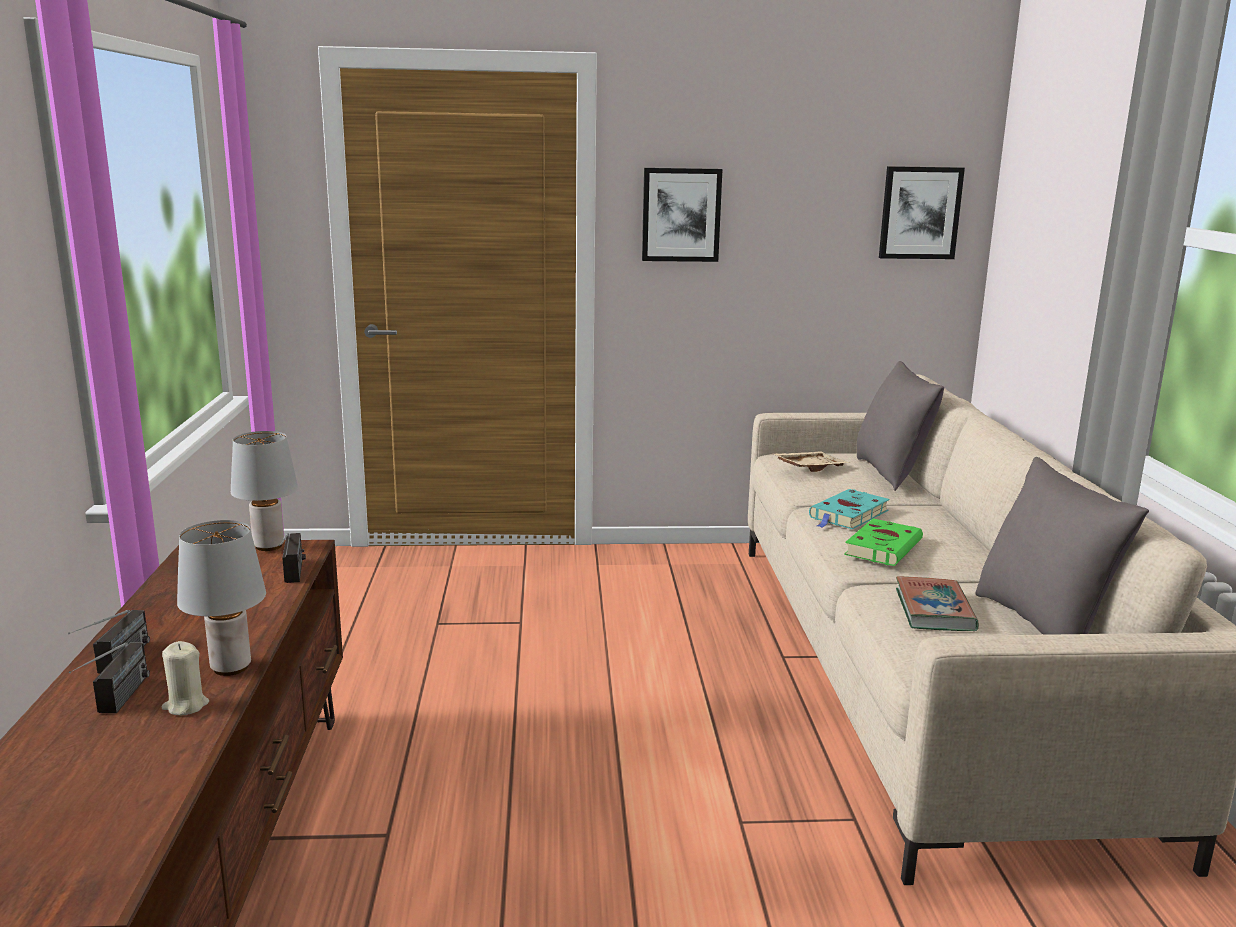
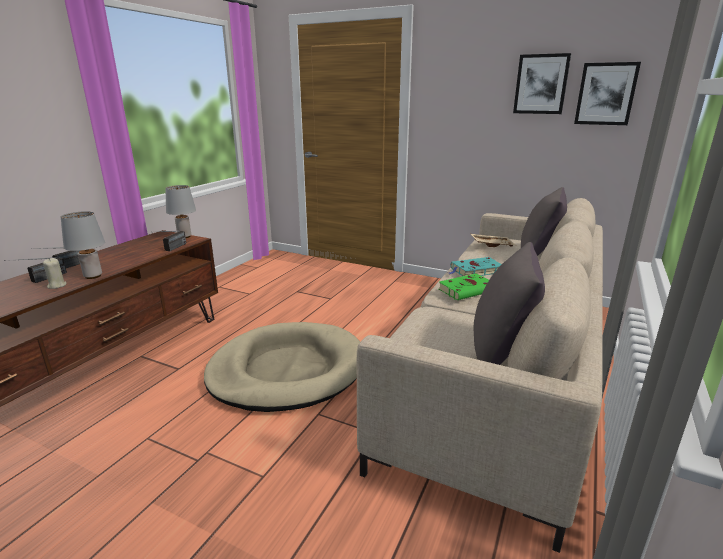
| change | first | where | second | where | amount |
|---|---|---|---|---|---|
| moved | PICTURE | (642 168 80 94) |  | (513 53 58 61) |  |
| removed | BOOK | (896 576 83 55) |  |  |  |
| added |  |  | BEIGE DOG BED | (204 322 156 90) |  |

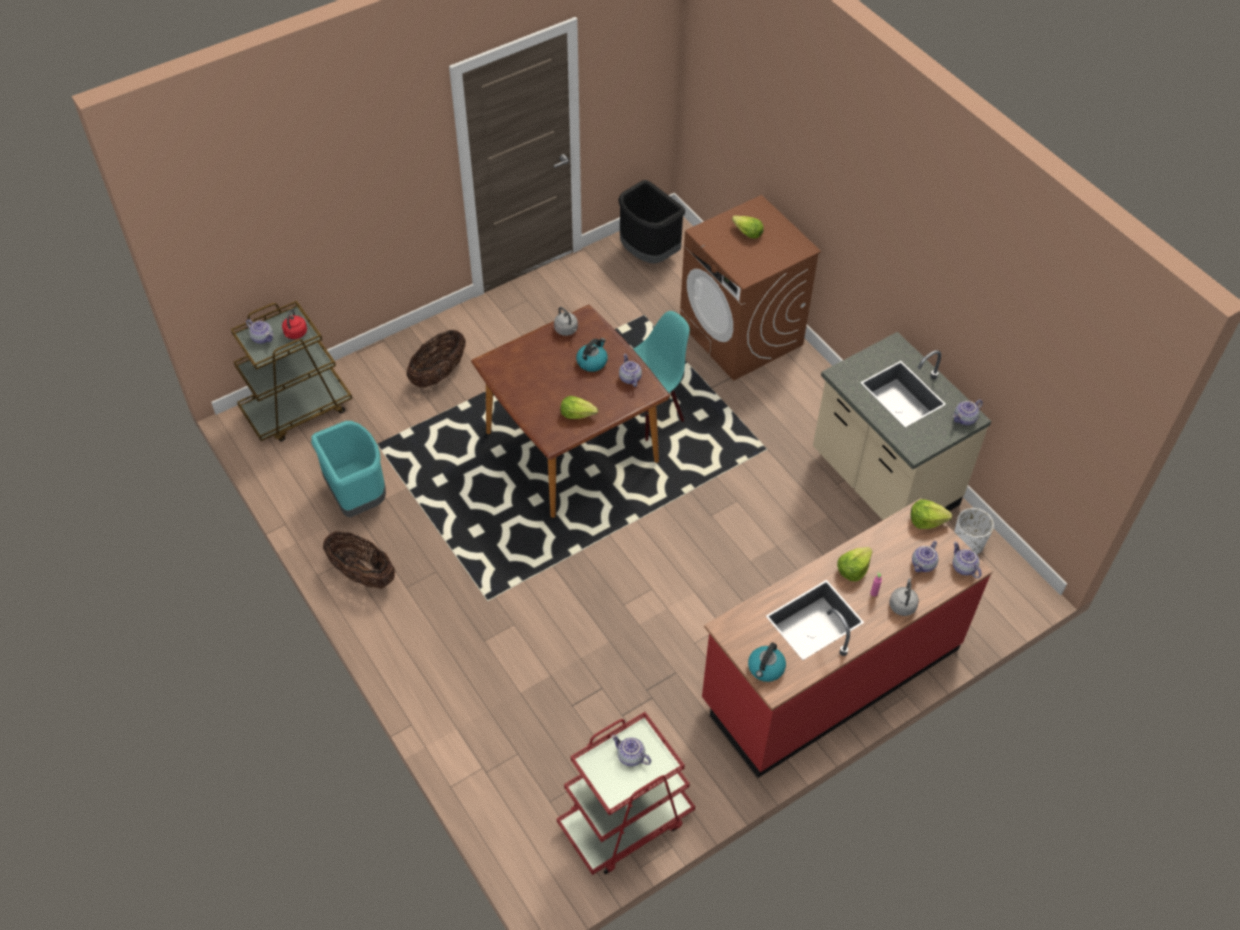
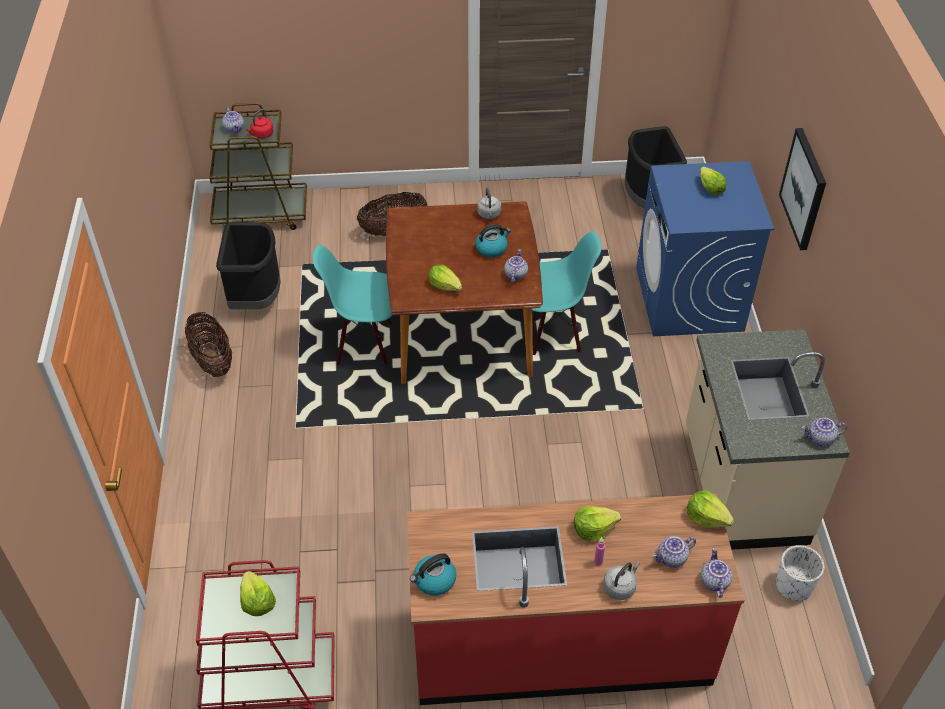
| change | first | where | second | where | amount |
|---|---|---|---|---|---|
| recoloured | TURQUOISE TRASH CAN | (311 421 75 96) | BLACK TRASH CAN | (216 222 65 87) |  |
| replaced | TEAPOT | (612 735 39 31) | LETTUCE | (240 571 36 45) |  |
| recoloured | BROWN WASHING MACHINE | (680 195 141 186) | BLUE WASHING MACHINE | (636 161 138 175) |  |
| added |  |  | TURQUOISE CHAIR | (313 245 80 120) |  |
| added |  |  | PICTURE | (779 128 47 122) |  |

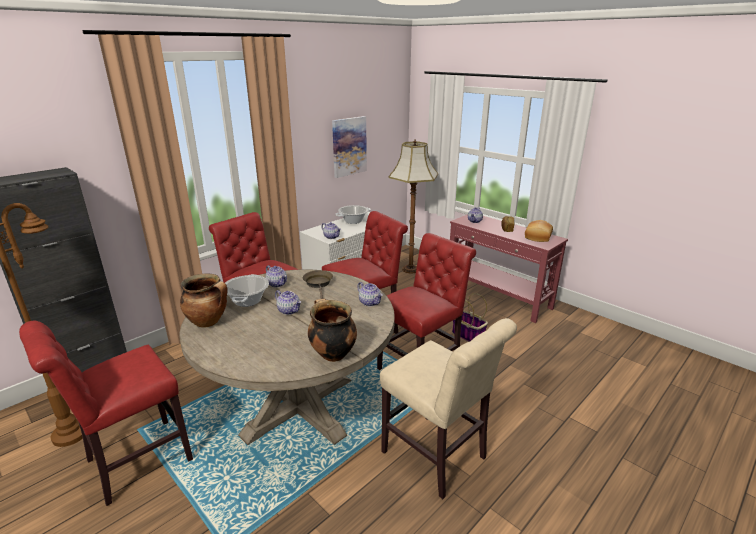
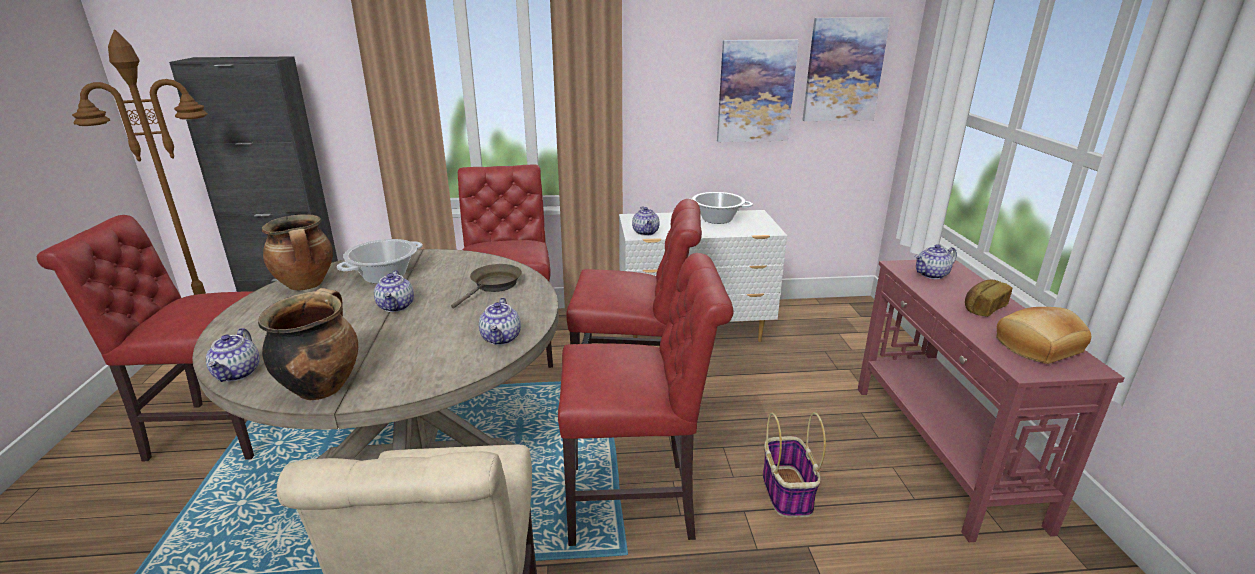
| change | first | where | second | where | amount |
|---|---|---|---|---|---|
| moved | TEAPOT | (266 265 21 22) |  | (206 328 54 54) |  |
| removed | FLOOR LAMP | (389 140 49 134) |  |  |  |
| added |  |  | PICTURE | (803 17 87 104) |  |

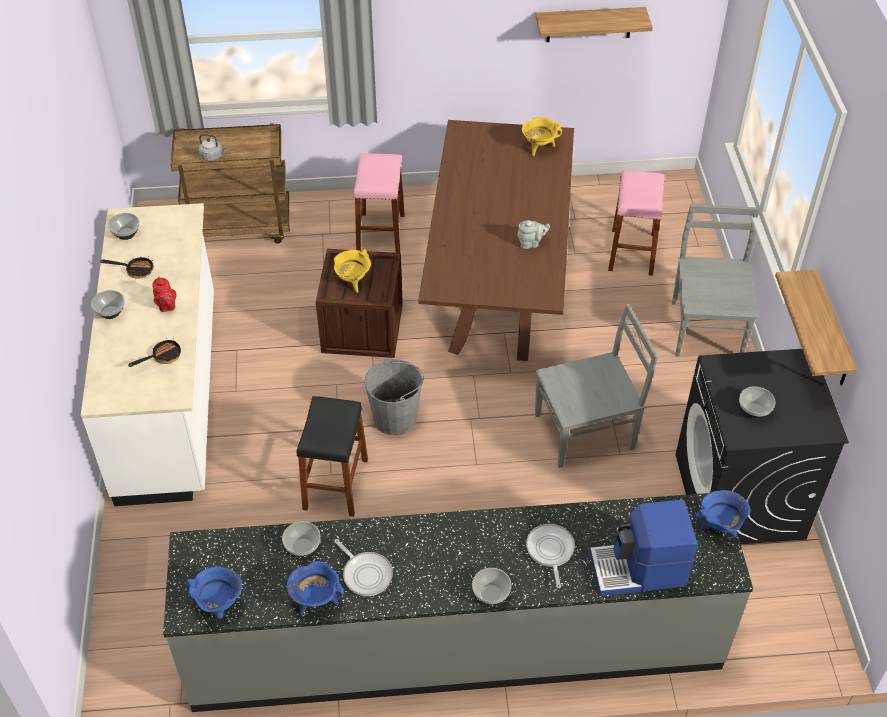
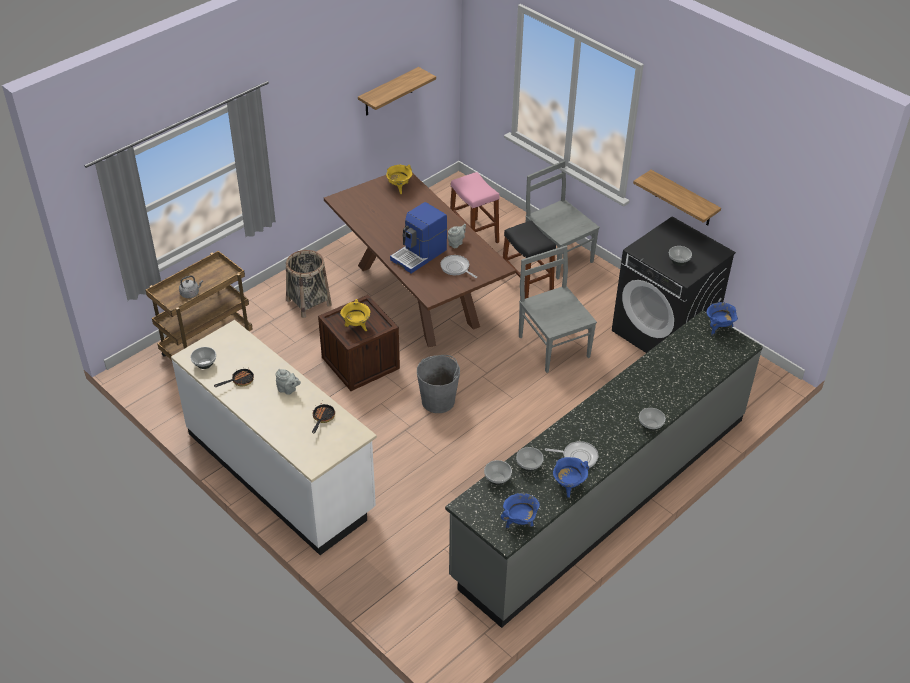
| change | first | where | second | where | amount |
|---|---|---|---|---|---|
| moved | BOWL | (91 290 34 29) |  | (484 460 28 25) |  |
| recoloured | RED TEAPOT | (152 277 25 35) | GREY TEAPOT | (276 369 25 26) |  |
| moved | BLACK STOOL | (297 396 71 121) |  | (503 220 53 79) |  |
| replaced | PINK STOOL | (354 153 51 100) | BASKET | (286 250 46 68) |  |
| moved | FRYING PAN | (526 524 49 64) |  | (440 255 37 23) |  |
| turned | GREY CHAIR | (535 304 123 164) |  | (519 246 78 127) | 60 degrees counterclockwise |
| moved | COFFEE MACHINE | (589 500 108 96) |  | (390 202 57 71) |  |

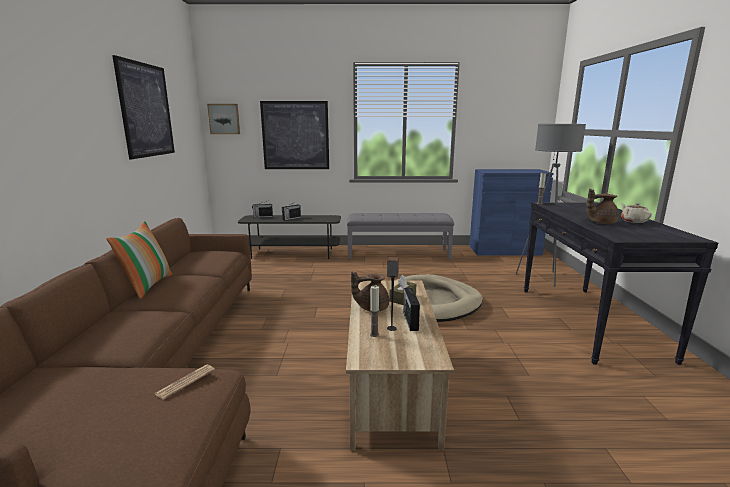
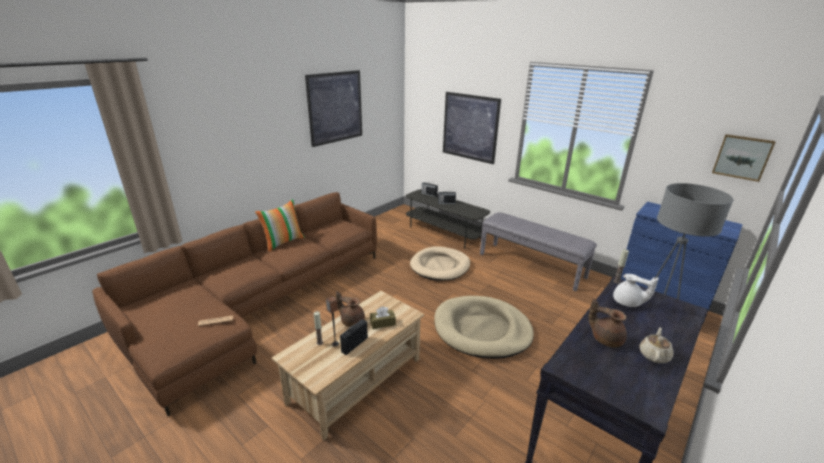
| change | first | where | second | where | amount |
|---|---|---|---|---|---|
| moved | PICTURE | (207 104 33 30) |  | (712 134 64 48) |  |
| added |  |  | BEIGE DOG BED | (410 246 60 35) |  |
| added |  |  | WHITE TEAPOT | (613 274 46 33) |  |

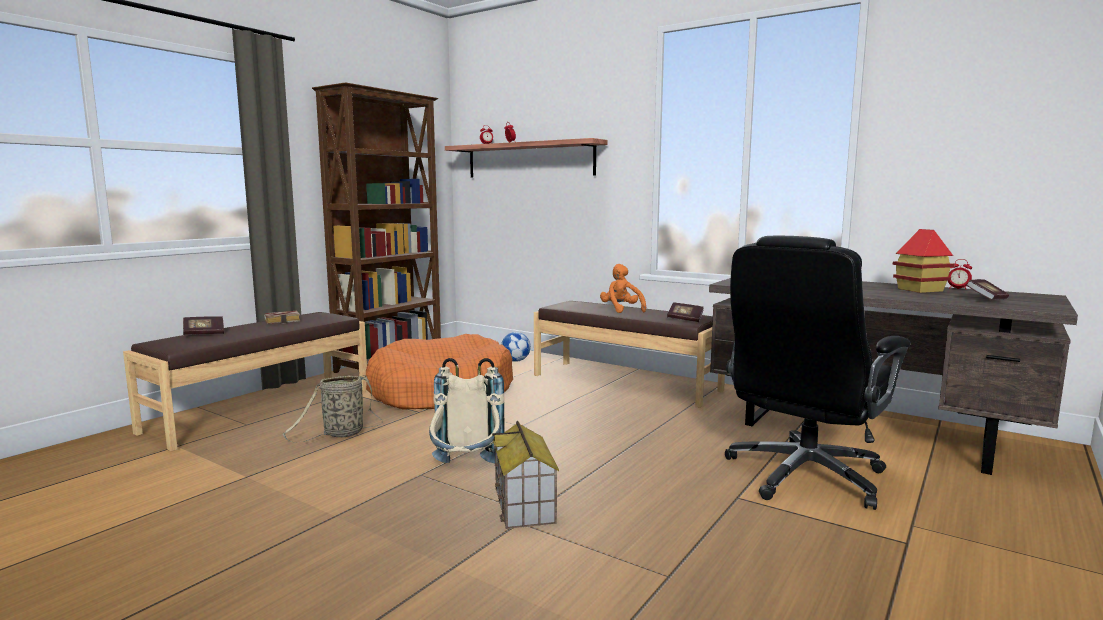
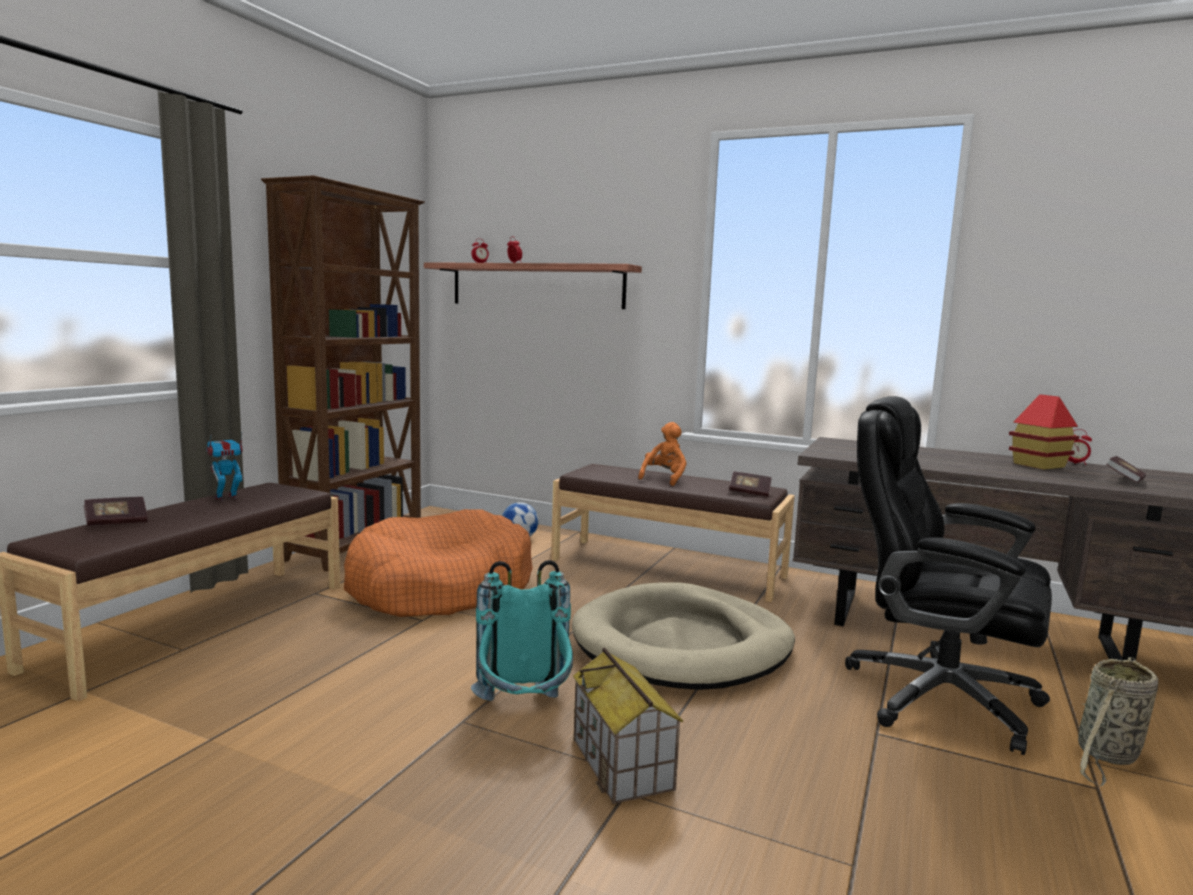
| change | first | where | second | where | amount |
|---|---|---|---|---|---|
| replaced | BOOK | (264 311 37 13) | TOY ROBOT | (206 434 37 67) |  |
| moved | BASKET | (282 375 101 68) |  | (1078 657 80 129) |  |
| recoloured | BEIGE BACKPACK | (429 358 76 105) | TURQUOISE BACKPACK | (471 560 102 141) |  |
| turned | ORANGE PLUSH TOY | (600 264 46 49) |  | (638 422 49 64) | 60 degrees clockwise |
| turned | BLACK OFFICE CHAIR | (725 236 186 274) |  | (845 396 207 359) | 90 degrees clockwise |
| added |  |  | BEIGE DOG BED | (572 583 223 107) |  |

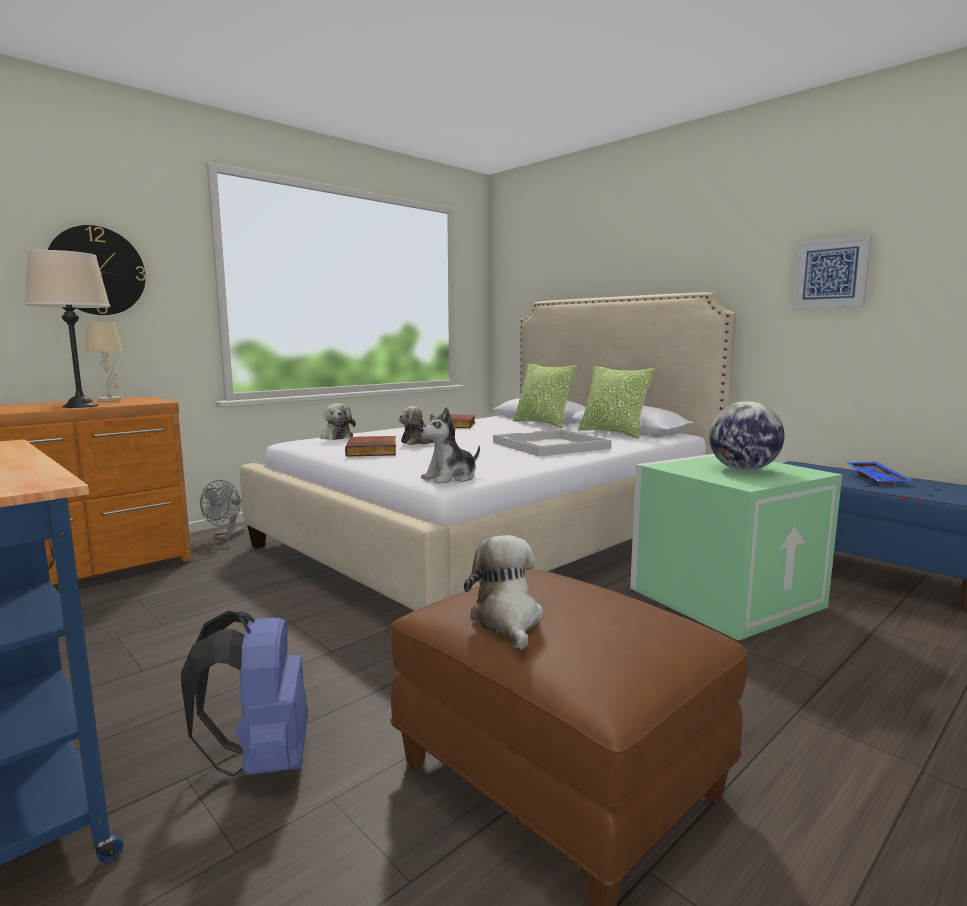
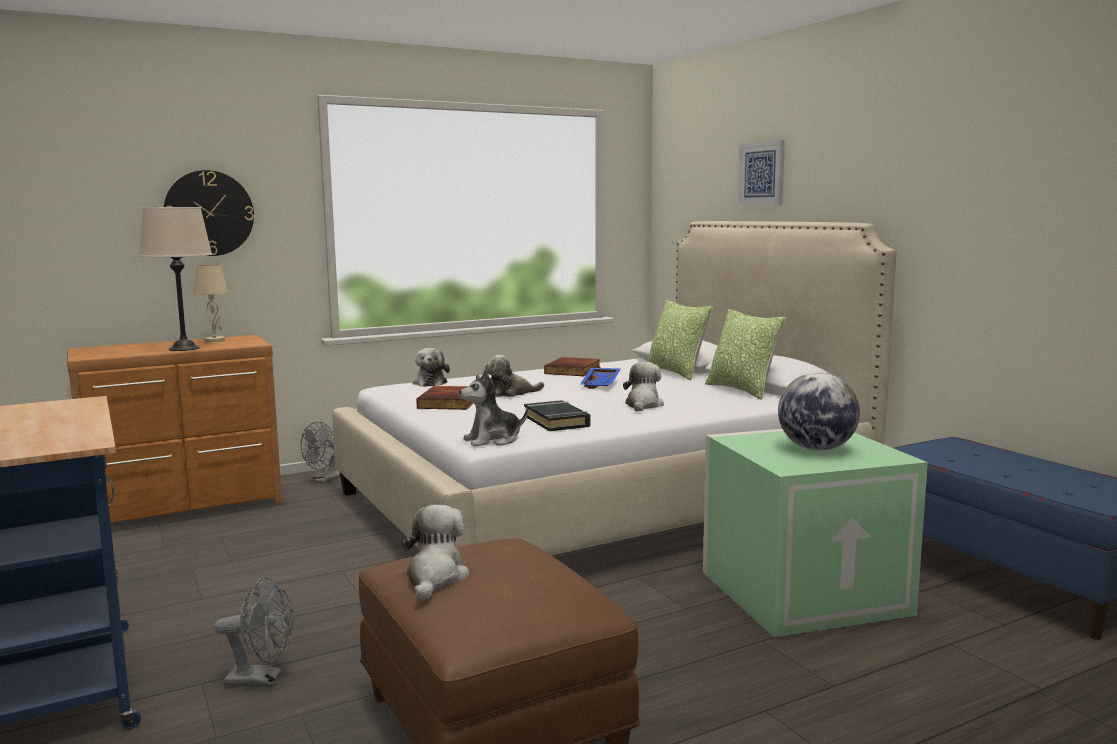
| change | first | where | second | where | amount |
|---|---|---|---|---|---|
| replaced | BLUE BACKPACK | (181 611 127 166) | GREY FAN | (214 577 80 110) |  |
| replaced | WHITE TRAY | (493 429 119 28) | PLUSH TOY | (623 362 41 50) |  |
| moved | PICTURE | (792 235 80 74) |  | (737 140 48 66) |  |
| moved | BLUE TRAY | (845 462 67 23) |  | (580 368 40 21) |  |
| added |  |  | BLACK BOOK | (524 400 66 31) |  |

